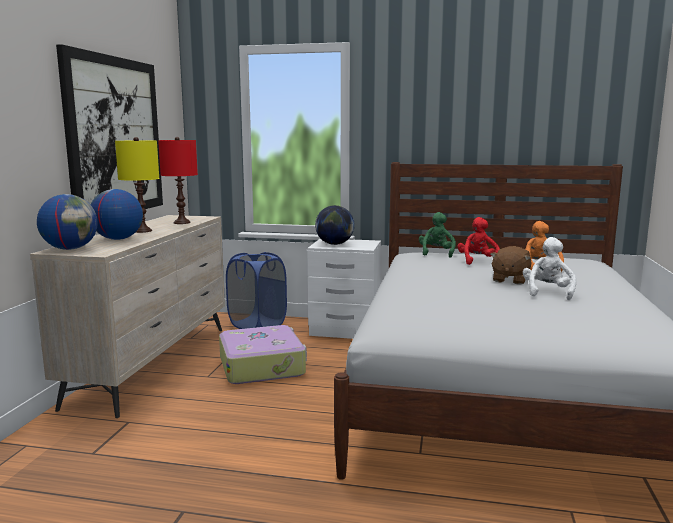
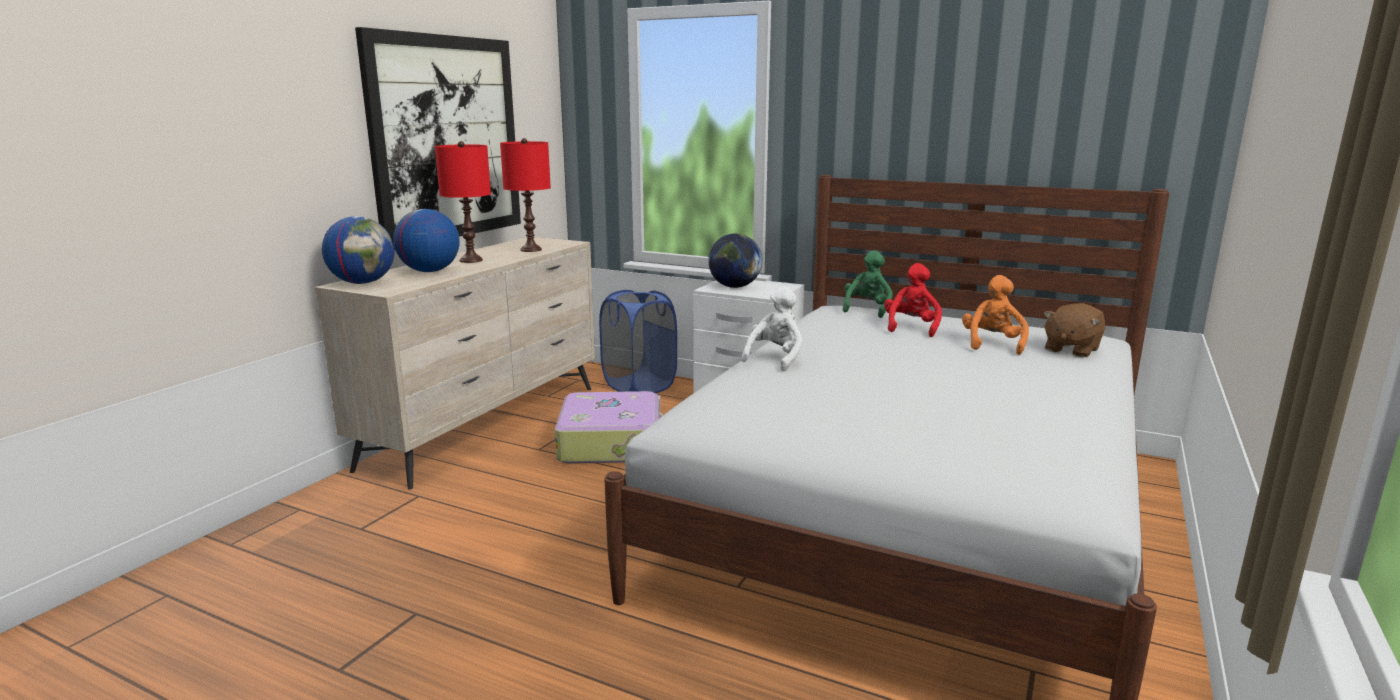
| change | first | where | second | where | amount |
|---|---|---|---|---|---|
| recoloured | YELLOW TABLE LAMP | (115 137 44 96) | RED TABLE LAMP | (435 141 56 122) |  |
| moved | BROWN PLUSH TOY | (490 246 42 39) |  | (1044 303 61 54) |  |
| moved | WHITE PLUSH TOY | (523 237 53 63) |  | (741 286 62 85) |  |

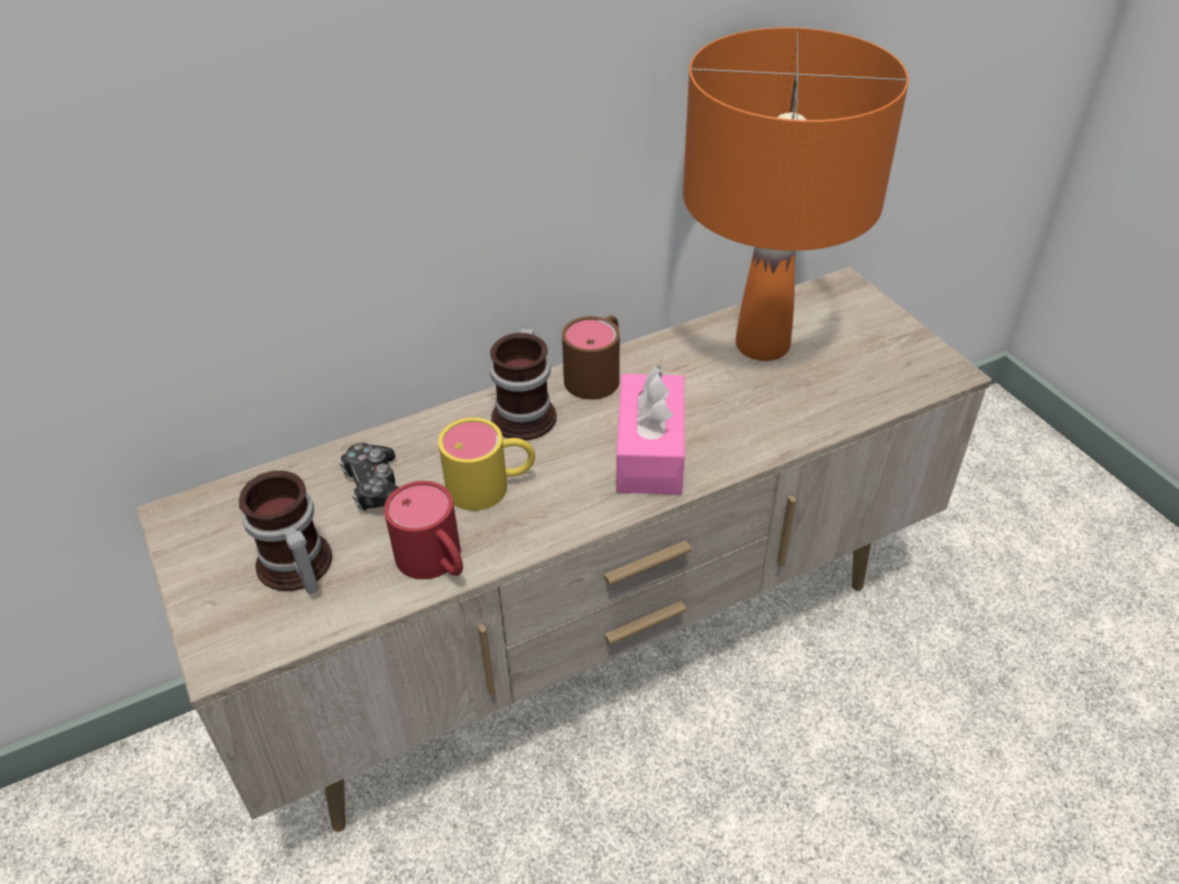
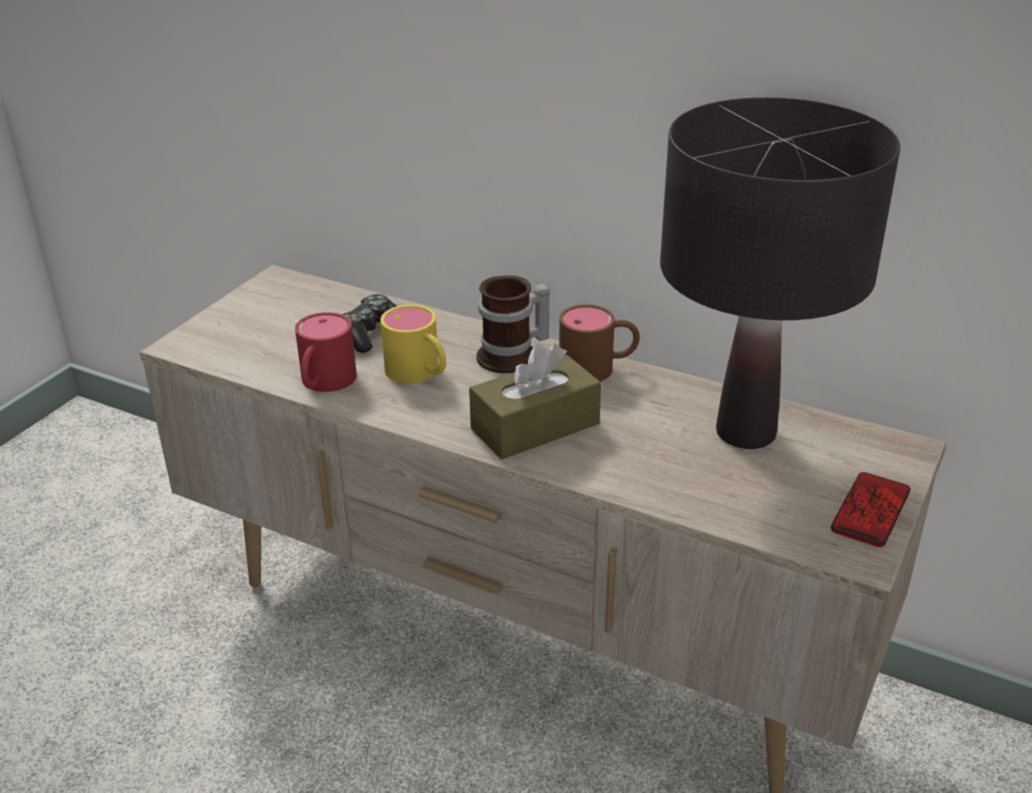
| change | first | where | second | where | amount |
|---|---|---|---|---|---|
| removed | MUG | (239 470 93 124) |  |  |  |
| recoloured | PINK TISSUE BOX | (616 365 69 130) | BROWN TISSUE BOX | (469 343 132 116) |  |
| recoloured | ORANGE TABLE LAMP | (683 27 226 334) | BLACK TABLE LAMP | (660 97 240 352) |  |
| added |  |  | PHONE | (831 472 79 75) |  |

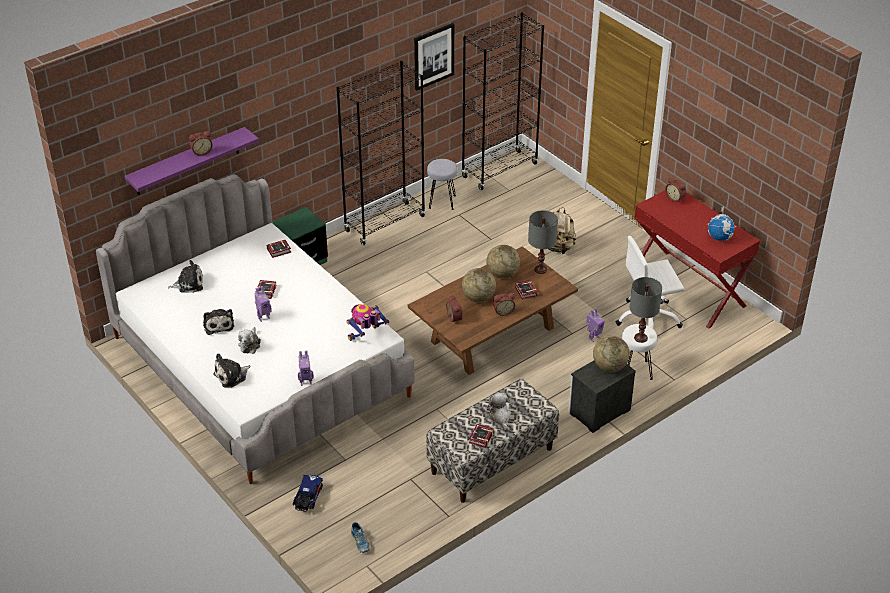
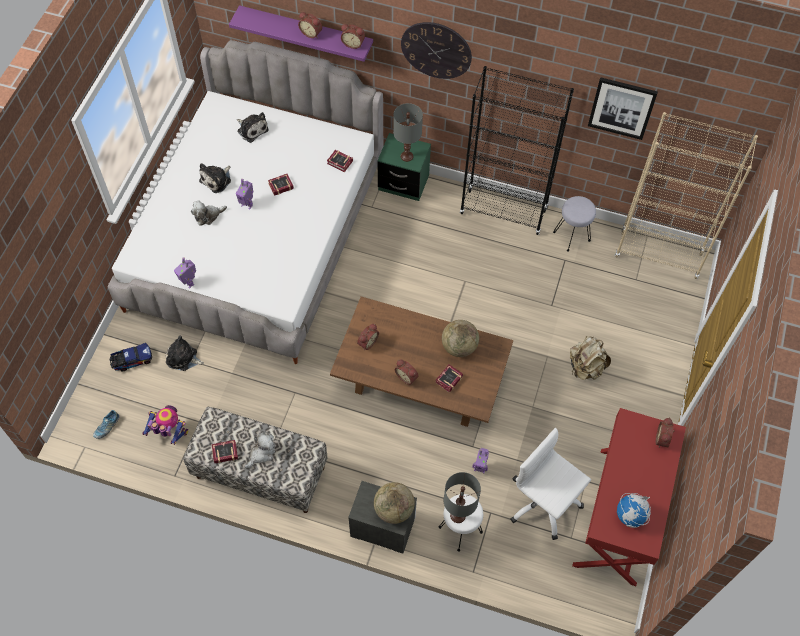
| change | first | where | second | where | amount |
|---|---|---|---|---|---|
| moved | PLUSH TOY | (213 353 38 35) |  | (166 335 38 36) |  |
| moved | TOY ROBOT | (347 304 42 37) |  | (142 405 46 40) |  |
| recoloured | BLACK BOOKCASE | (461 12 83 178) | BEIGE BOOKCASE | (615 112 143 167) |  |
| removed | GLOBE | (462 268 34 35) |  |  |  |
| moved | GREY TABLE LAMP | (528 210 30 64) |  | (393 103 30 59) |  |
| added |  |  | ALARM CLOCK | (341 24 24 25) |  |
| added |  |  | WALL CLOCK | (401 22 71 57) |  |

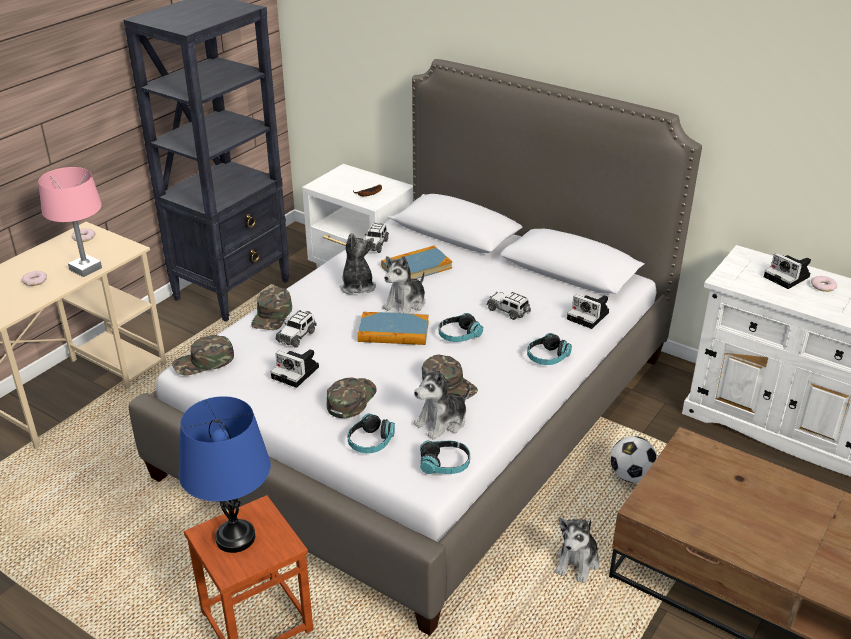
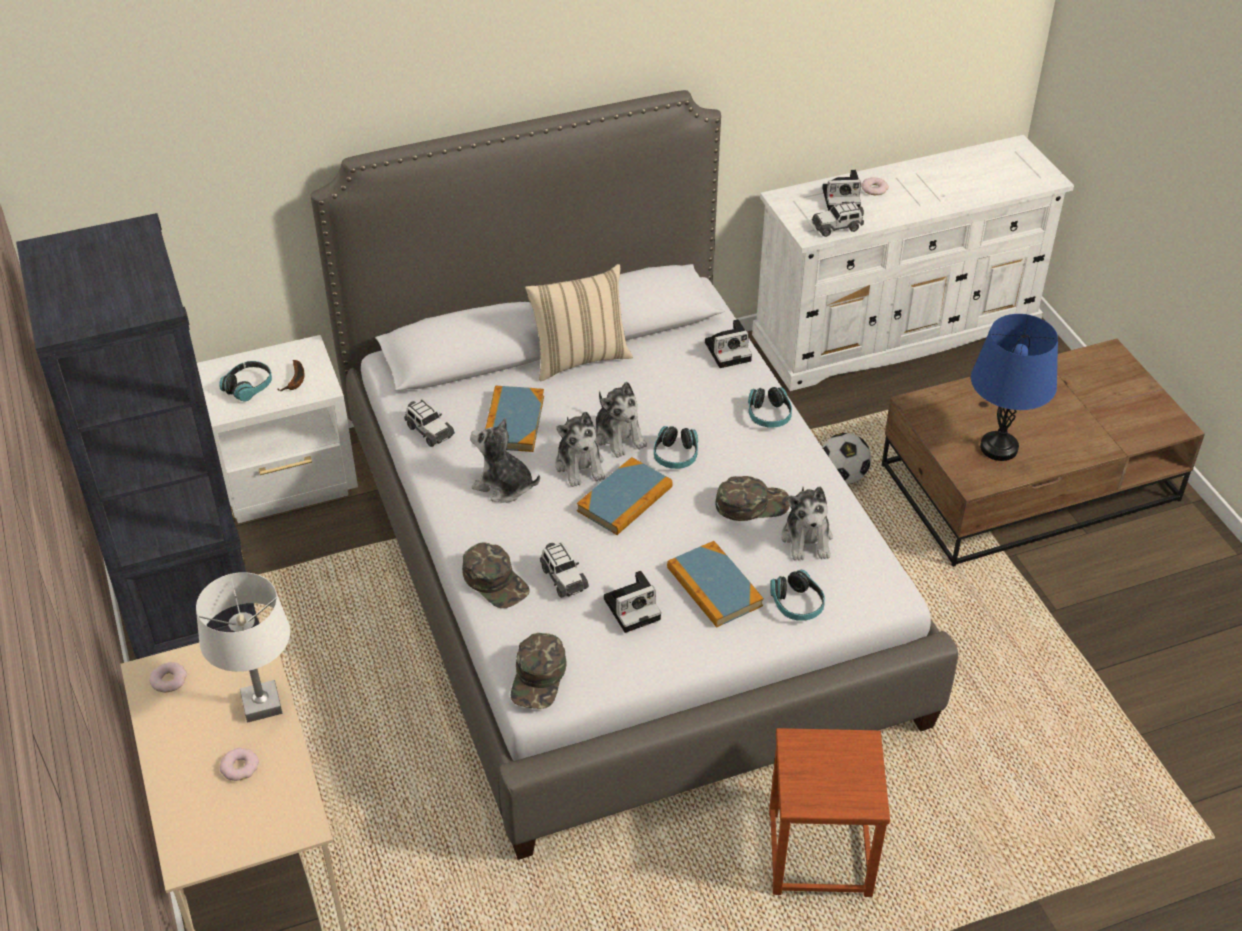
| change | first | where | second | where | amount |
|---|---|---|---|---|---|
| recoloured | PINK TABLE LAMP | (38 167 64 110) | WHITE TABLE LAMP | (196 572 94 151) |  |
| moved | BLUE TABLE LAMP | (179 396 92 157) |  | (971 314 87 147) |  |
| replaced | GREEN CAP | (327 377 50 41) | BOOK | (667 541 97 86) |  |
| moved | HEADPHONES | (420 440 50 34) |  | (219 361 53 41) |  |
| moved | TOY CAR | (487 292 44 28) |  | (812 202 52 35) |  |
| moved | PLUSH TOY | (555 518 45 65) |  | (595 382 52 76) |  |
| added |  |  | BEIGE PILLOW | (525 264 108 117) |  |

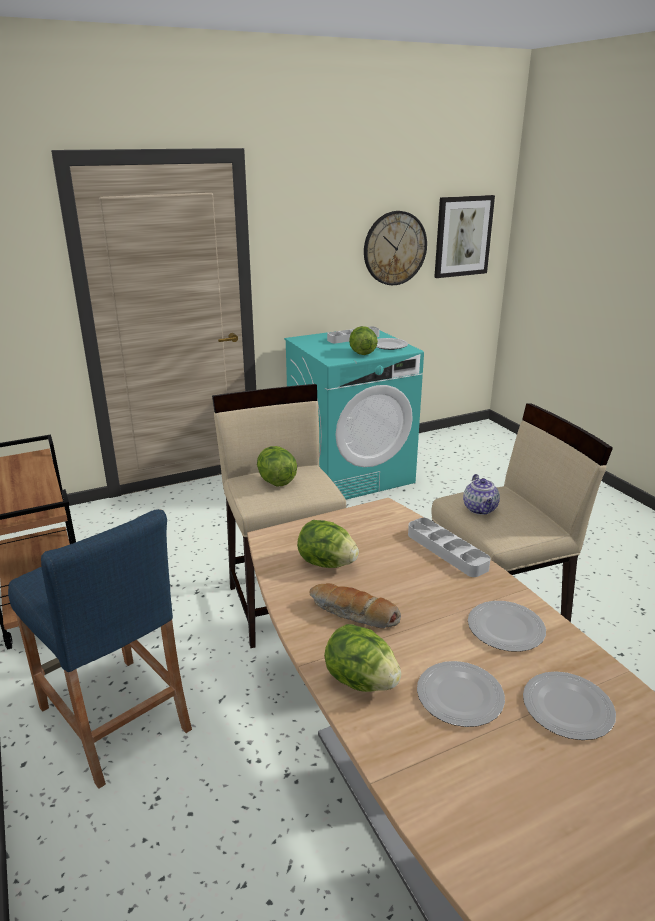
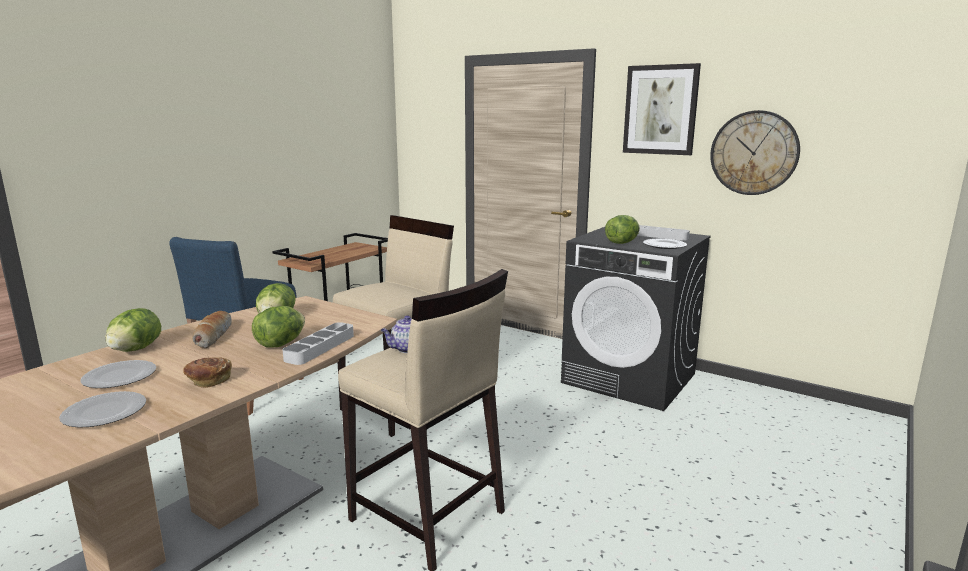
| change | first | where | second | where | amount |
|---|---|---|---|---|---|
| moved | LETTUCE | (257 446 40 41) |  | (252 306 53 41) |  |
| recoloured | TURQUOISE WASHING MACHINE | (284 330 140 170) | BLACK WASHING MACHINE | (561 227 150 184) |  |
| moved | PICTURE | (434 195 61 83) |  | (623 63 78 92) |  |
| replaced | PLATE | (468 601 78 51) | BREAD | (183 357 49 31) |  |

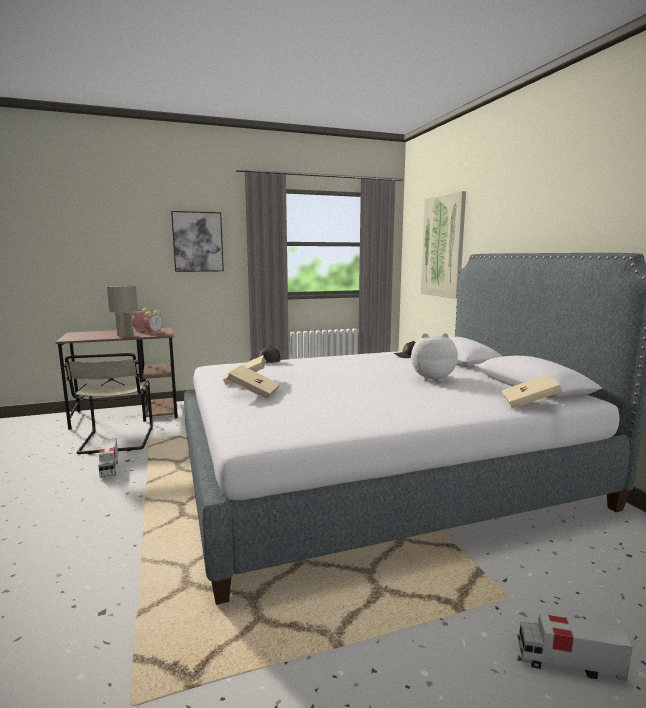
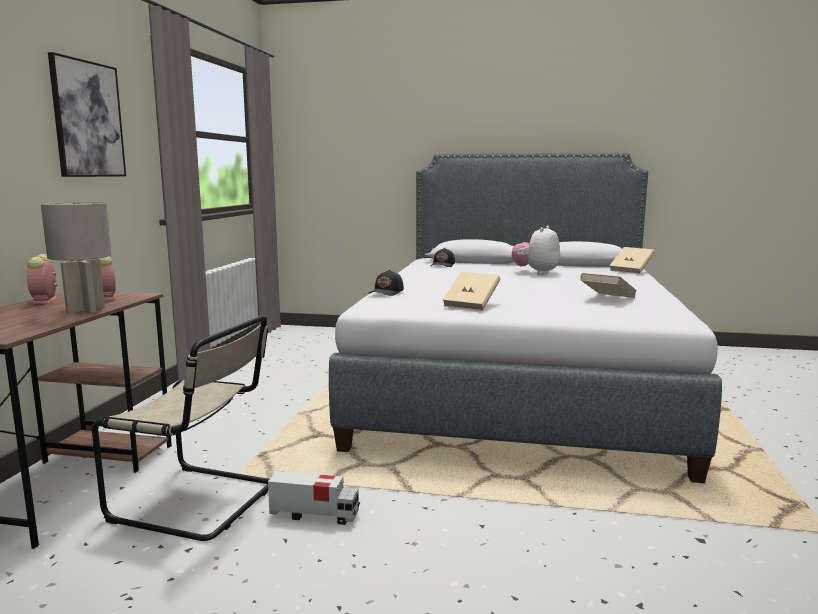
| change | first | where | second | where | amount |
|---|---|---|---|---|---|
| moved | BEIGE BOOK | (226 365 54 35) |  | (580 273 57 25) |  |
| removed | PICTURE | (421 191 45 108) |  |  |  |
| removed | TOY TRUCK | (517 614 116 67) |  |  |  |

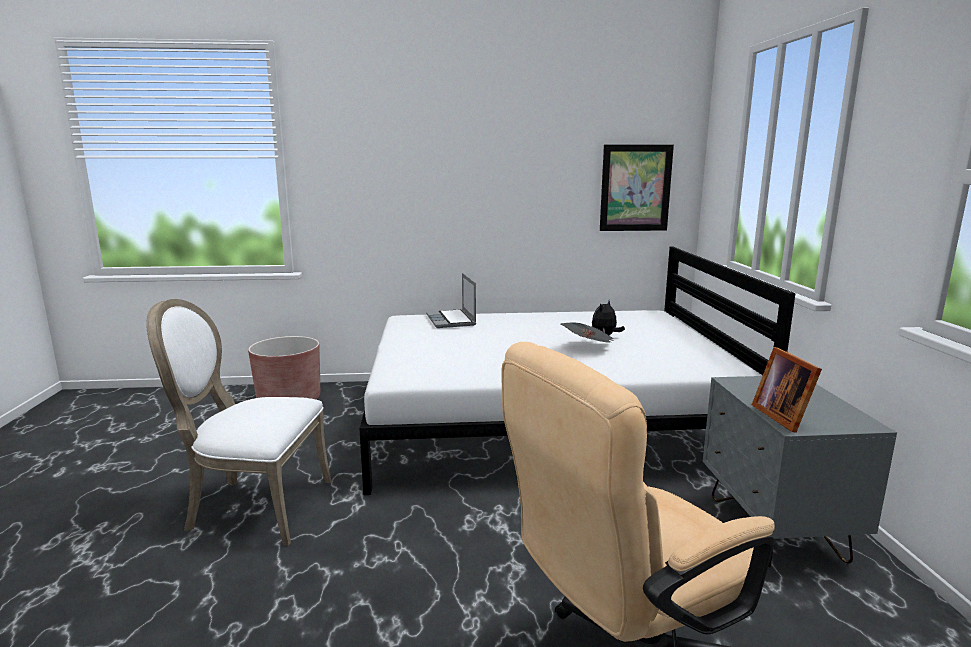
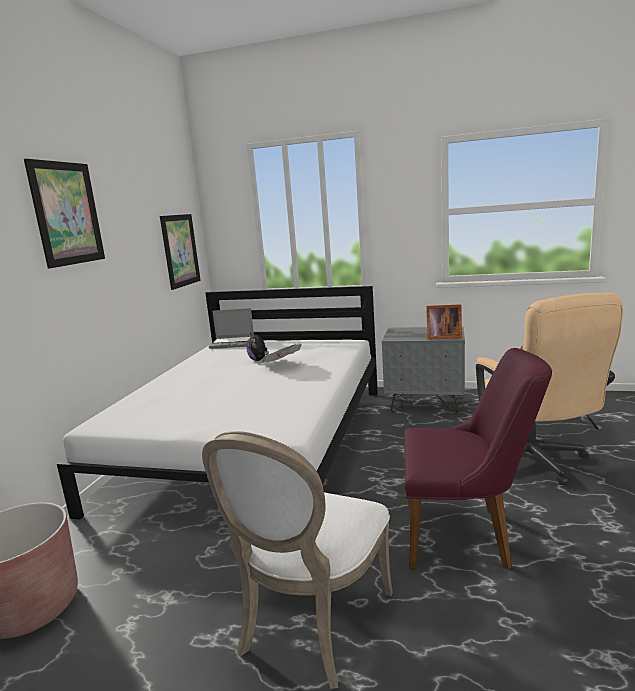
| change | first | where | second | where | amount |
|---|---|---|---|---|---|
| moved | LAPTOP | (426 273 50 55) |  | (209 308 45 41) |  |
| added |  |  | PICTURE | (24 159 81 110) |  |
| added |  |  | PURPLE CHAIR | (404 348 148 222) |  |

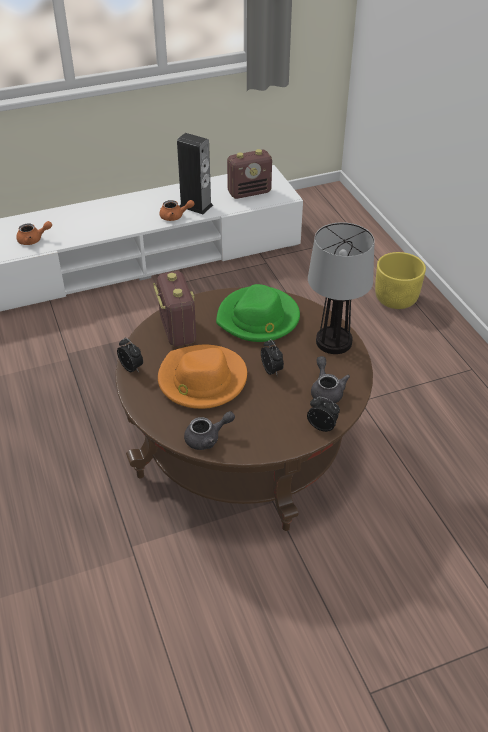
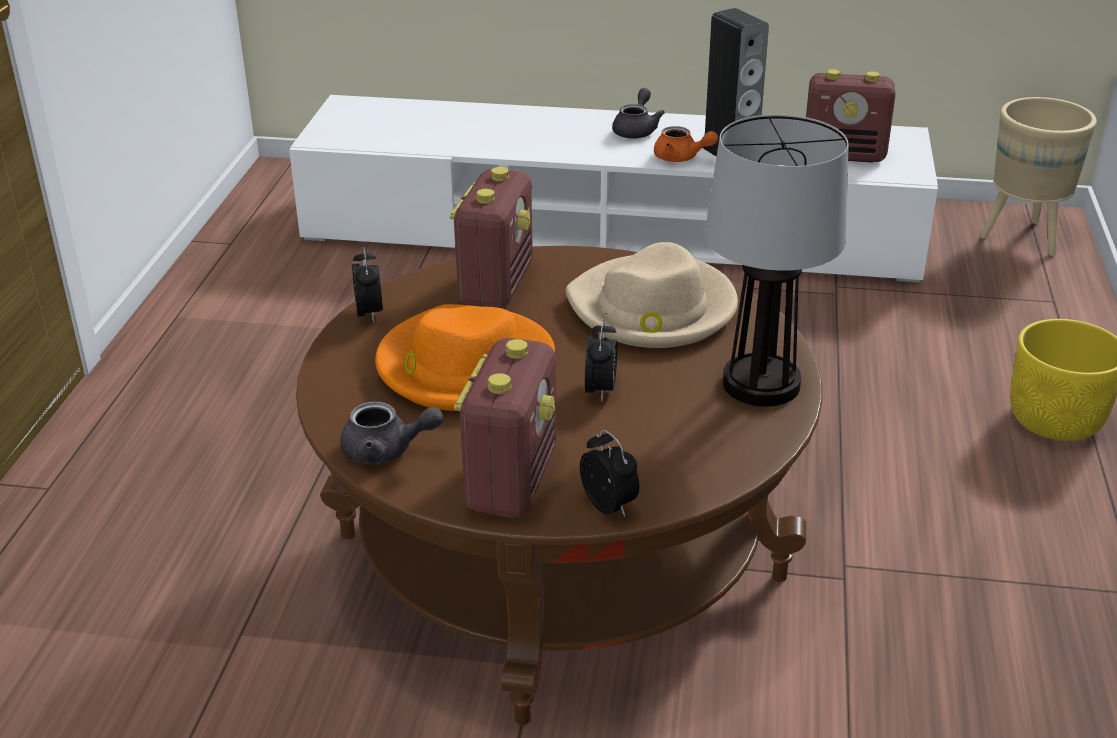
| change | first | where | second | where | amount |
|---|---|---|---|---|---|
| removed | ORANGE TEAPOT | (16 221 36 24) |  |  |  |
| recoloured | GREEN HAT | (216 284 84 58) | BEIGE HAT | (565 242 173 106) |  |
| moved | GREY TEAPOT | (311 356 39 47) |  | (612 88 53 51) |  |
| added |  |  | RADIO | (454 338 102 180) |  |
| added |  |  | BEIGE PLANTER | (980 97 117 159) |  |

